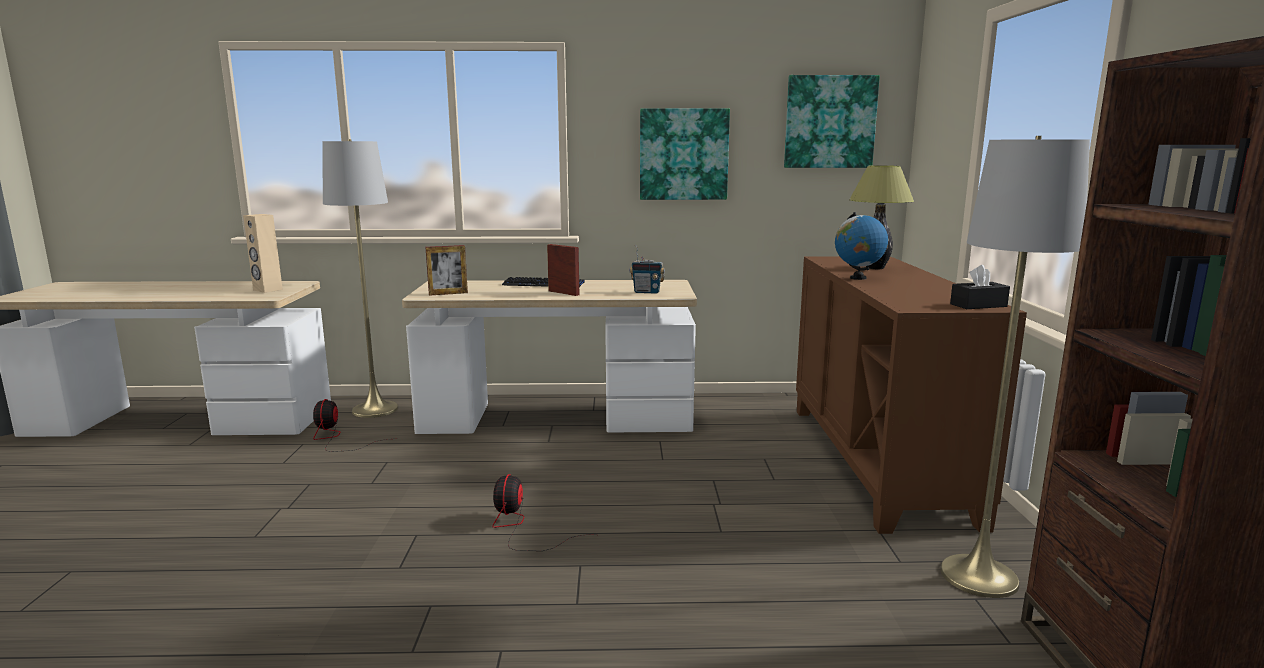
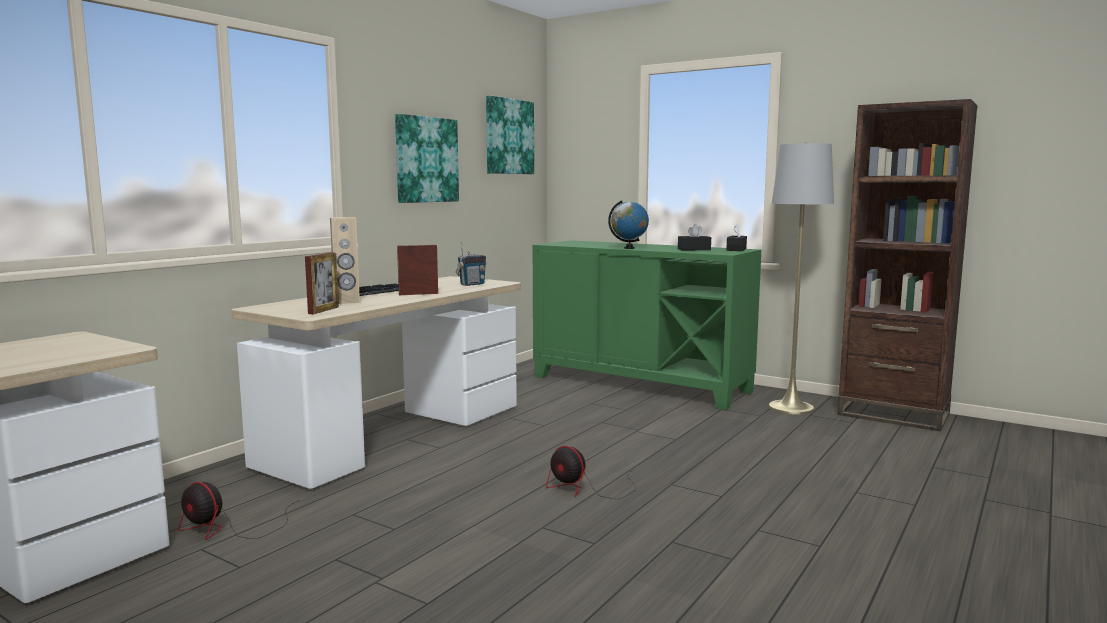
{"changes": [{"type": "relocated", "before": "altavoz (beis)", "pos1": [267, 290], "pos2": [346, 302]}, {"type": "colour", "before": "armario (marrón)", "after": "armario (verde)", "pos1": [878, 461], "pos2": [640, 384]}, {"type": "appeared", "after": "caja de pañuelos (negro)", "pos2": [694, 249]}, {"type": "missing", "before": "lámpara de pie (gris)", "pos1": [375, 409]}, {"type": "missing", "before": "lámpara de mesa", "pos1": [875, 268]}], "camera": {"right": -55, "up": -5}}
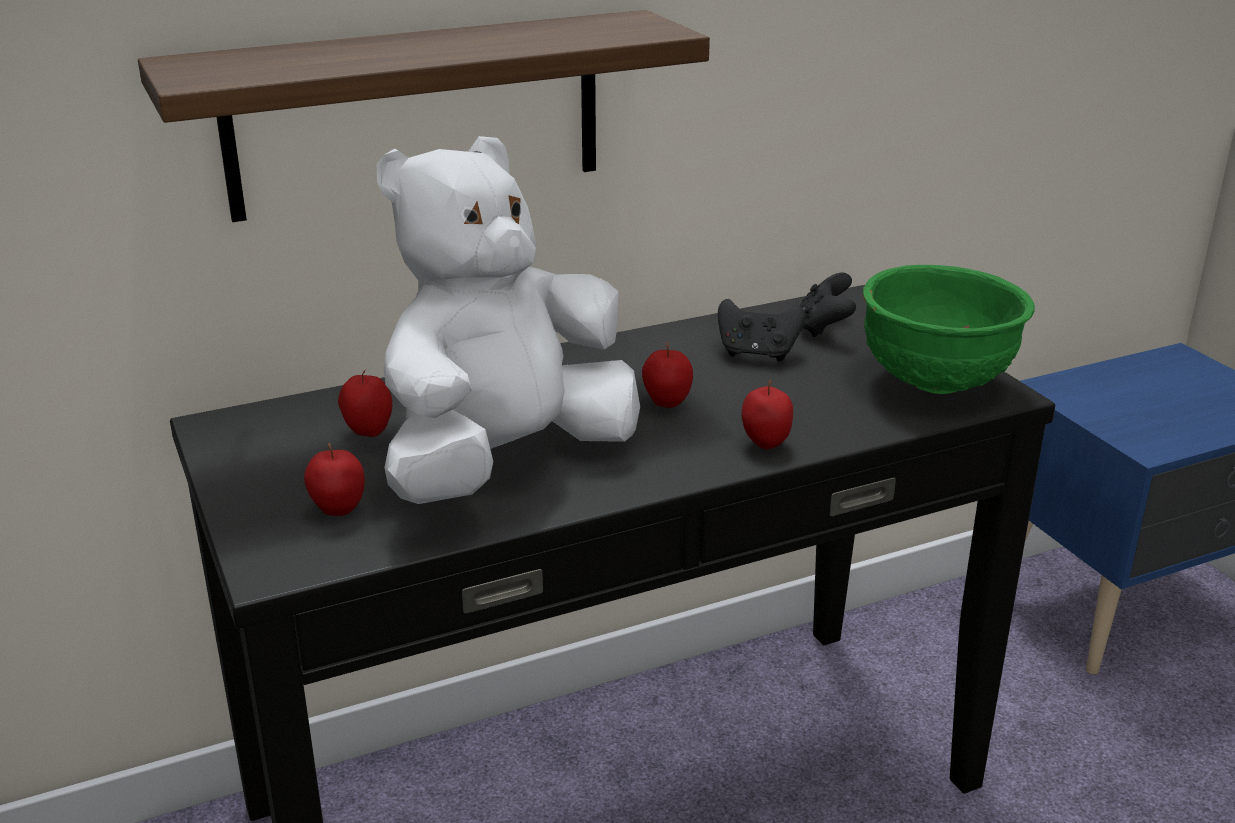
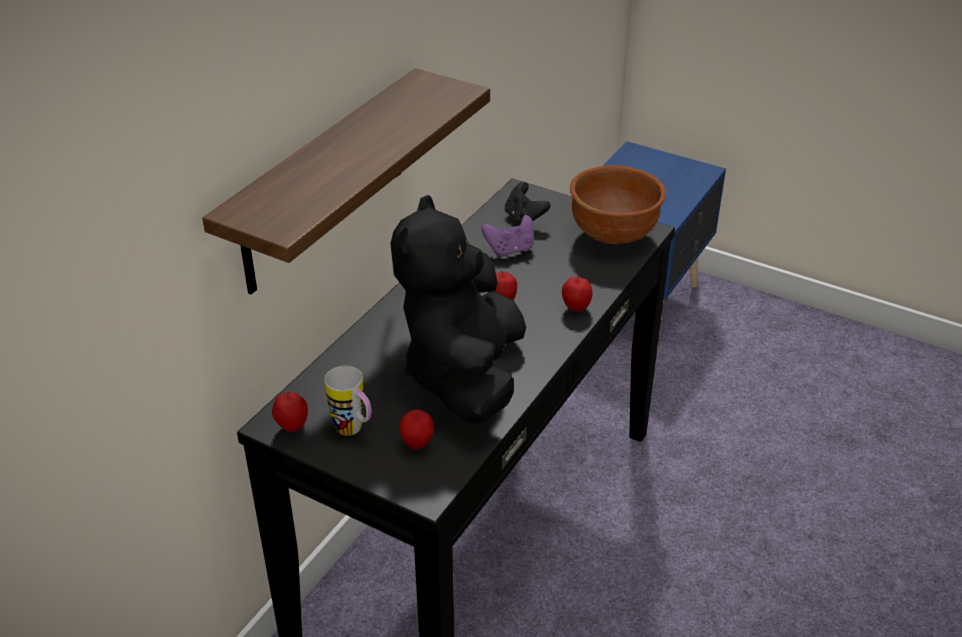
{"changes": [{"type": "relocated", "before": "manzana", "pos1": [368, 432], "pos2": [292, 427]}, {"type": "appeared", "after": "taza grande", "pos2": [354, 431]}, {"type": "colour", "before": "peluche (blanco)", "after": "peluche (negro)", "pos1": [505, 462], "pos2": [464, 376]}, {"type": "colour", "before": "mando de consola (negro)", "after": "mando de consola (morado)", "pos1": [757, 353], "pos2": [510, 250]}, {"type": "colour", "before": "cuenco (verde)", "after": "cuenco (marrón)", "pos1": [938, 384], "pos2": [614, 236]}], "camera": {"right": -35, "up": 10}}
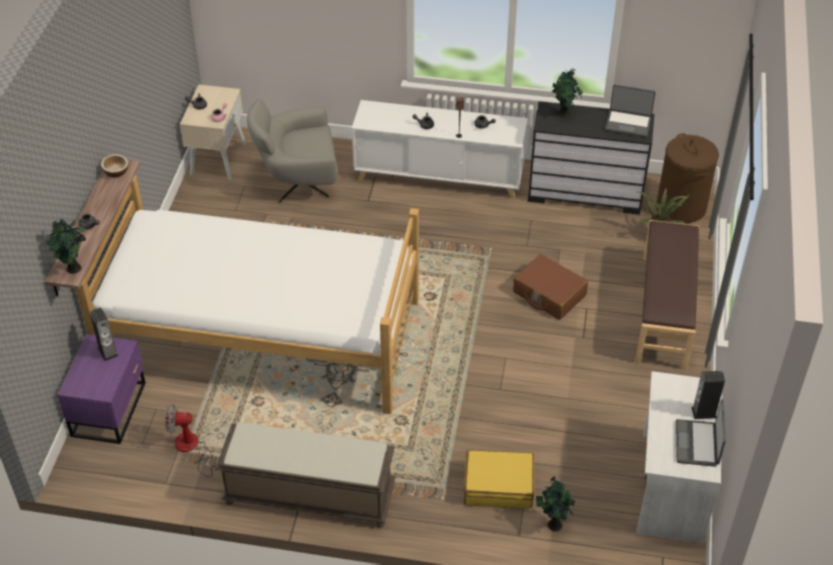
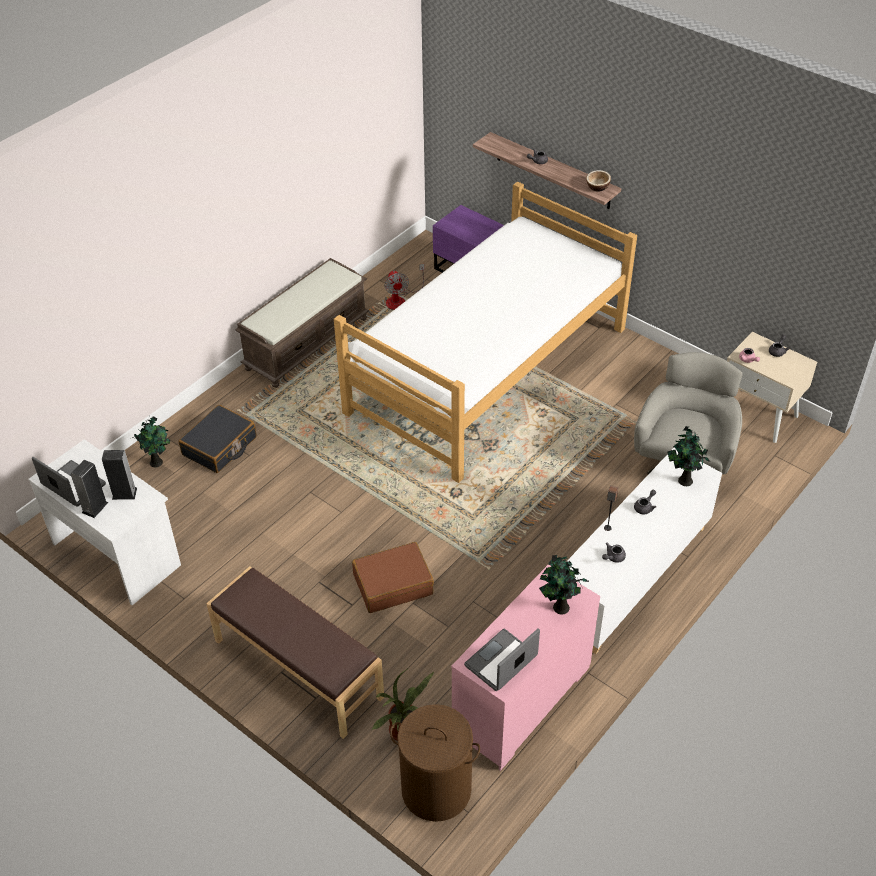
{"changes": [{"type": "relocated", "before": "altavoz", "pos1": [108, 351], "pos2": [124, 493]}, {"type": "colour", "before": "maleta (amarillo)", "after": "maleta (negro)", "pos1": [498, 485], "pos2": [220, 446]}, {"type": "spun", "before": "ventilador", "pos1": [191, 448], "pos2": [400, 300], "turn": 135}, {"type": "colour", "before": "cómoda (negro)", "after": "cómoda (rosa)", "pos1": [585, 192], "pos2": [522, 702]}, {"type": "relocated", "before": "planta en maceta", "pos1": [74, 269], "pos2": [684, 480]}], "camera": {"right": 120, "up": 0}}
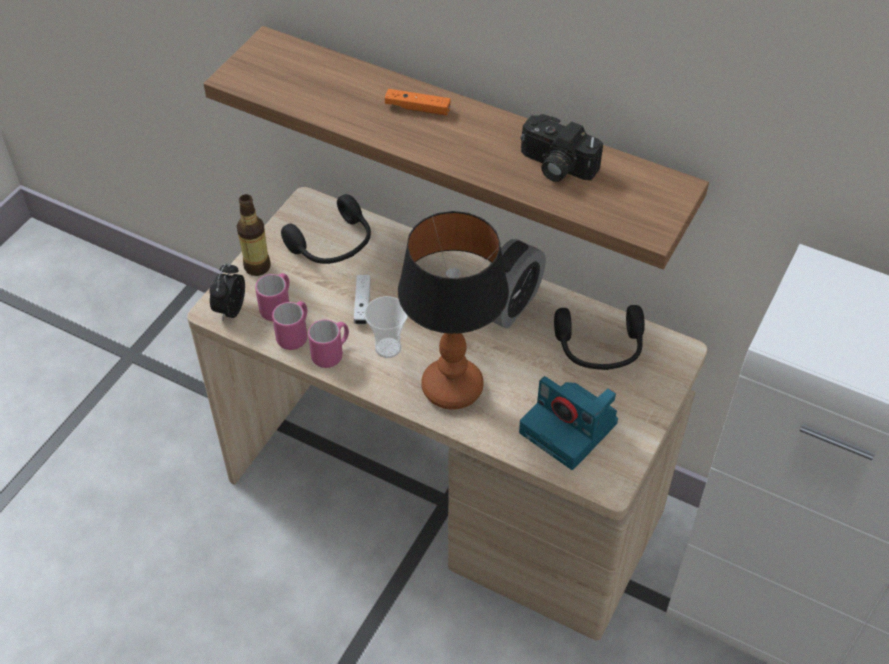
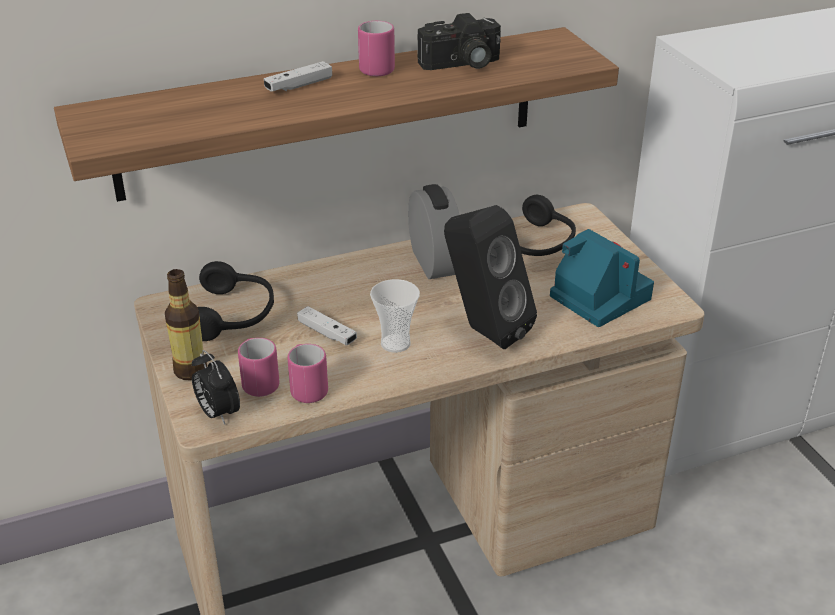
{"changes": [{"type": "colour", "before": "mando de consola (naranja)", "after": "mando de consola (blanco)", "pos1": [417, 108], "pos2": [299, 85]}, {"type": "relocated", "before": "taza grande (rosa)", "pos1": [332, 353], "pos2": [376, 68]}, {"type": "exchanged", "before": "lámpara de mesa", "after": "altavoz (negro)", "pos1": [453, 386], "pos2": [483, 331]}, {"type": "spun", "before": "cámara", "pos1": [570, 428], "pos2": [597, 296], "turn": -120}], "camera": {"right": -50, "up": -15}}
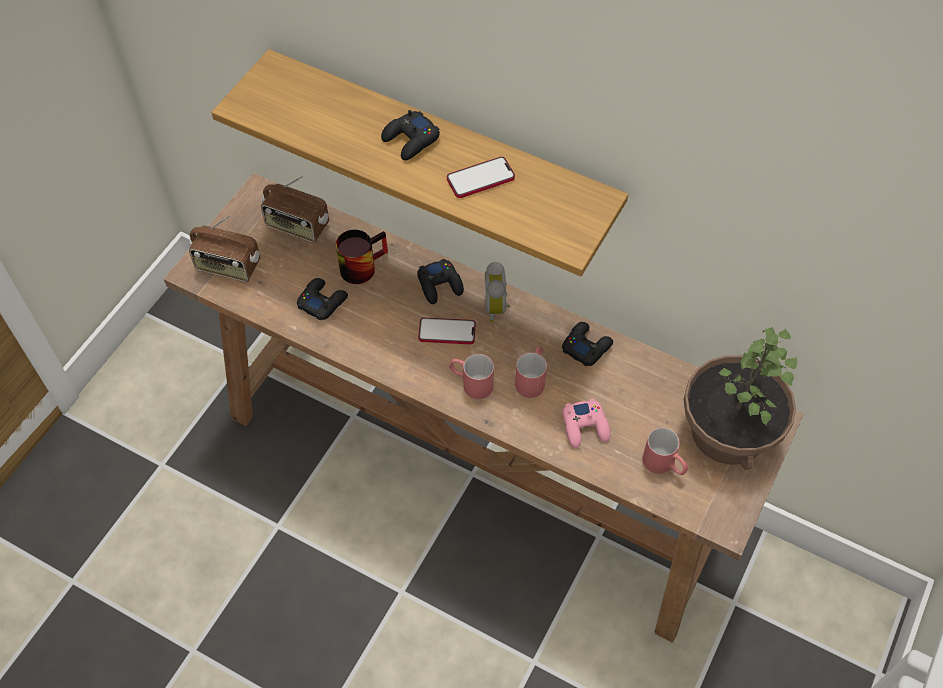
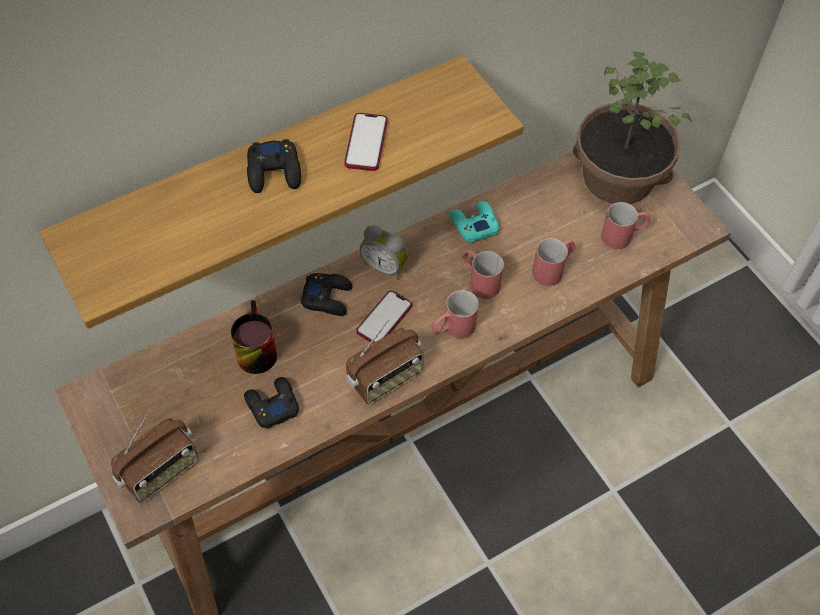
{"changes": [{"type": "relocated", "before": "radio", "pos1": [297, 226], "pos2": [385, 378]}, {"type": "colour", "before": "mando de consola (negro)", "after": "mando de consola (turquesa)", "pos1": [586, 346], "pos2": [473, 225]}, {"type": "exchanged", "before": "mando de consola (rosa)", "after": "taza grande (rojo)", "pos1": [585, 427], "pos2": [553, 269]}], "camera": {"right": -60, "up": 0}}
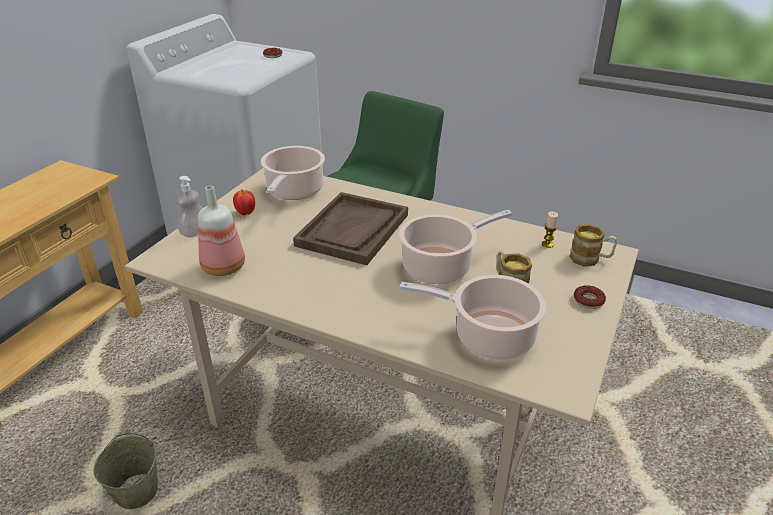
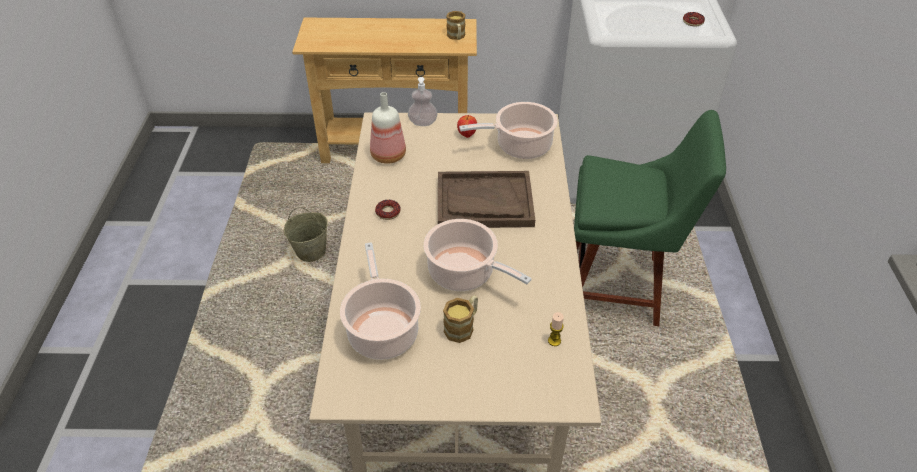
{"changes": [{"type": "relocated", "before": "rosquilla", "pos1": [588, 300], "pos2": [388, 212]}, {"type": "relocated", "before": "taza grande", "pos1": [590, 259], "pos2": [456, 37]}], "camera": {"right": 65, "up": 10}}
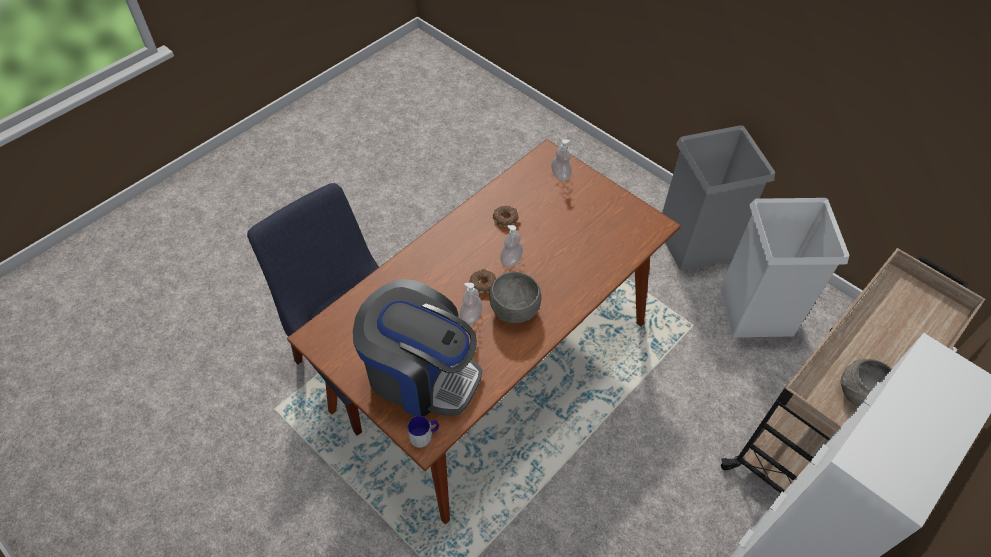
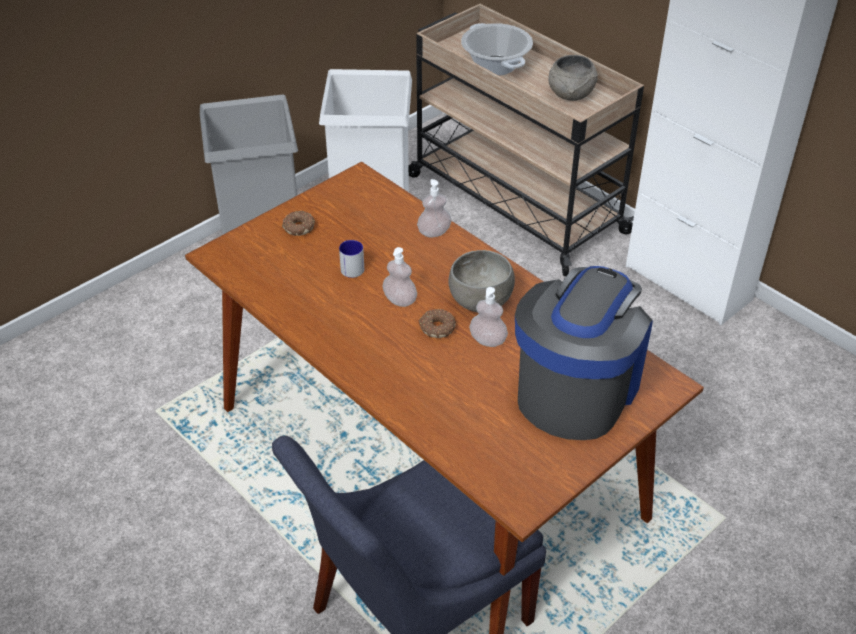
{"changes": [{"type": "relocated", "before": "rosquilla", "pos1": [506, 218], "pos2": [298, 227]}, {"type": "relocated", "before": "taza grande", "pos1": [424, 435], "pos2": [351, 266]}, {"type": "relocated", "before": "dispensador de jabón", "pos1": [560, 175], "pos2": [434, 232]}, {"type": "appeared", "after": "olla", "pos2": [495, 66]}], "camera": {"right": -85, "up": -10}}
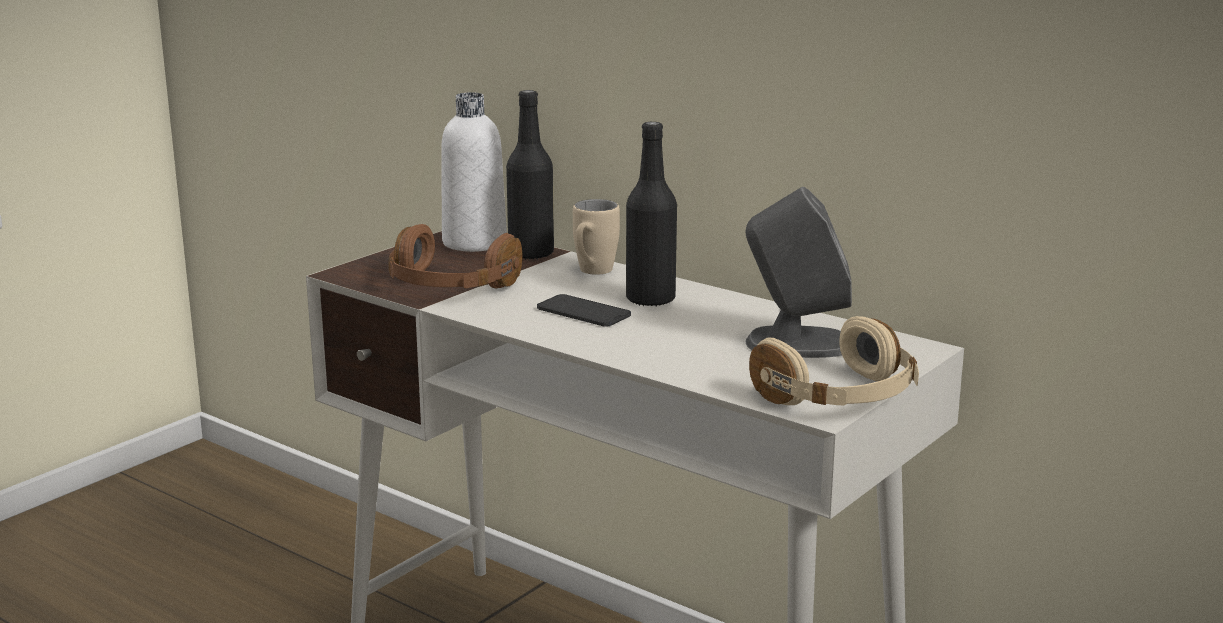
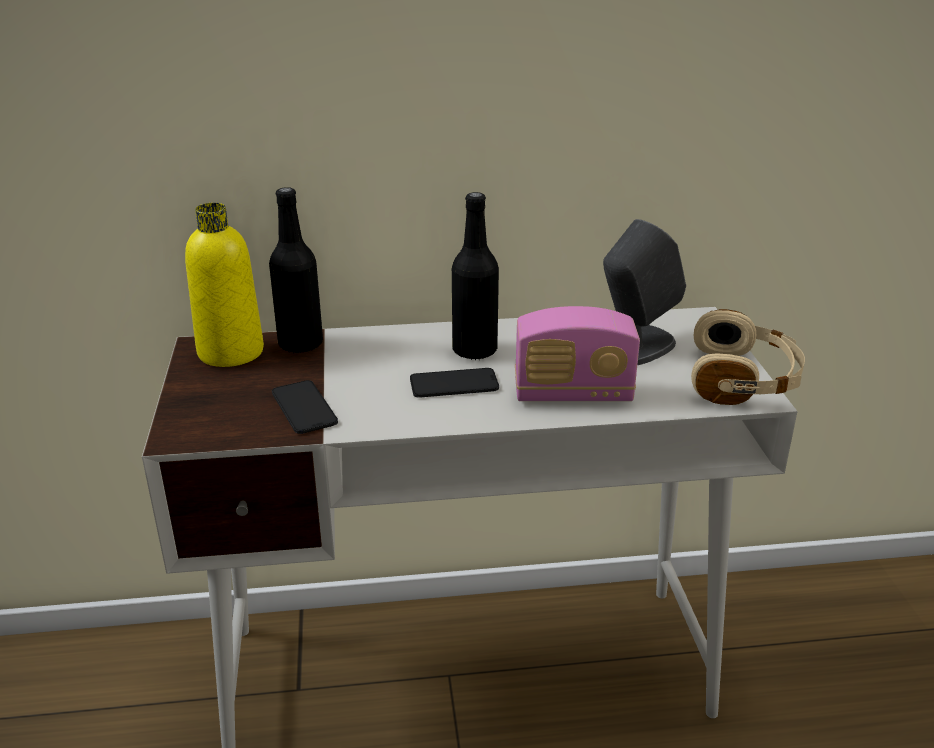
{"changes": [{"type": "colour", "before": "botella (blanco)", "after": "botella (amarillo)", "pos1": [474, 243], "pos2": [231, 352]}, {"type": "exchanged", "before": "auriculares (marrón)", "after": "móvil", "pos1": [450, 287], "pos2": [304, 407]}, {"type": "appeared", "after": "radio", "pos2": [573, 394]}, {"type": "missing", "before": "taza grande (beis)", "pos1": [592, 273]}], "camera": {"right": -45, "up": 10}}
